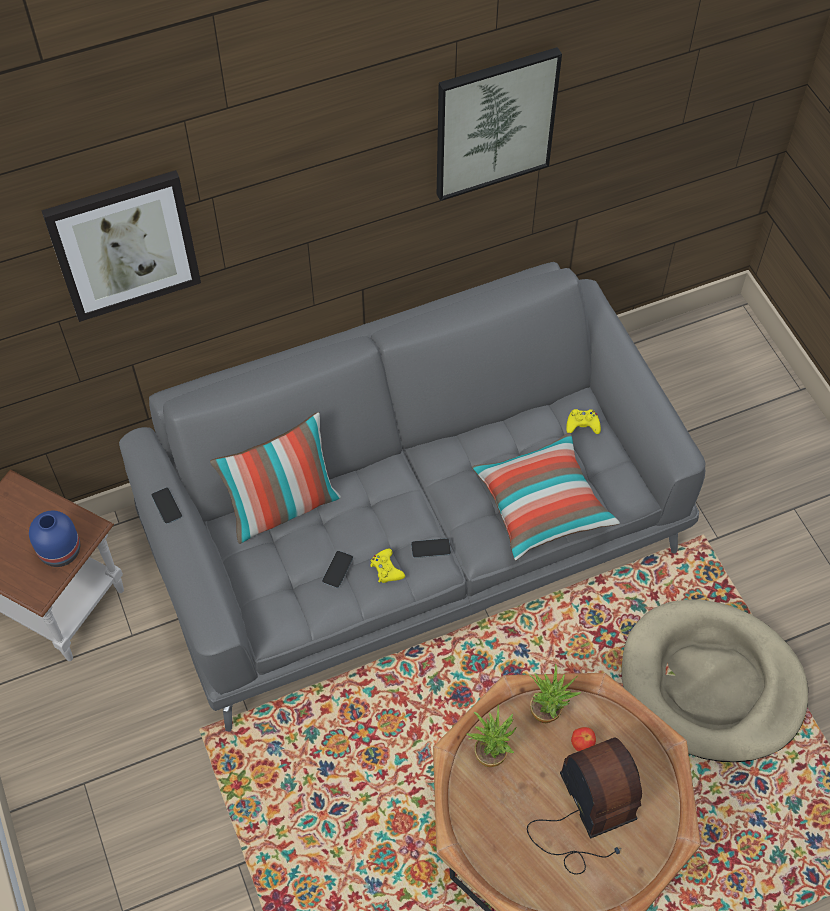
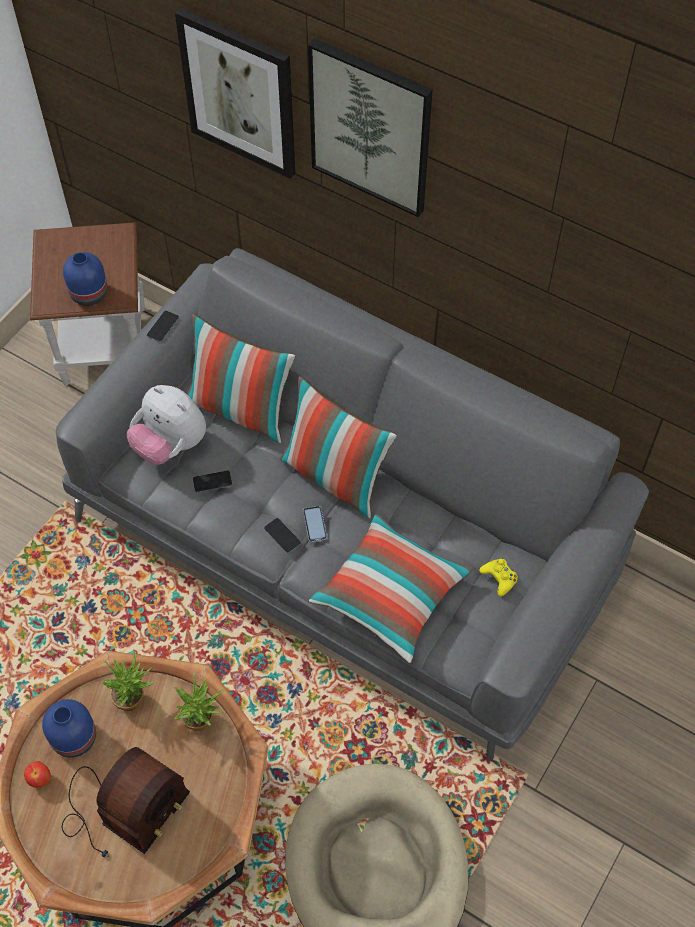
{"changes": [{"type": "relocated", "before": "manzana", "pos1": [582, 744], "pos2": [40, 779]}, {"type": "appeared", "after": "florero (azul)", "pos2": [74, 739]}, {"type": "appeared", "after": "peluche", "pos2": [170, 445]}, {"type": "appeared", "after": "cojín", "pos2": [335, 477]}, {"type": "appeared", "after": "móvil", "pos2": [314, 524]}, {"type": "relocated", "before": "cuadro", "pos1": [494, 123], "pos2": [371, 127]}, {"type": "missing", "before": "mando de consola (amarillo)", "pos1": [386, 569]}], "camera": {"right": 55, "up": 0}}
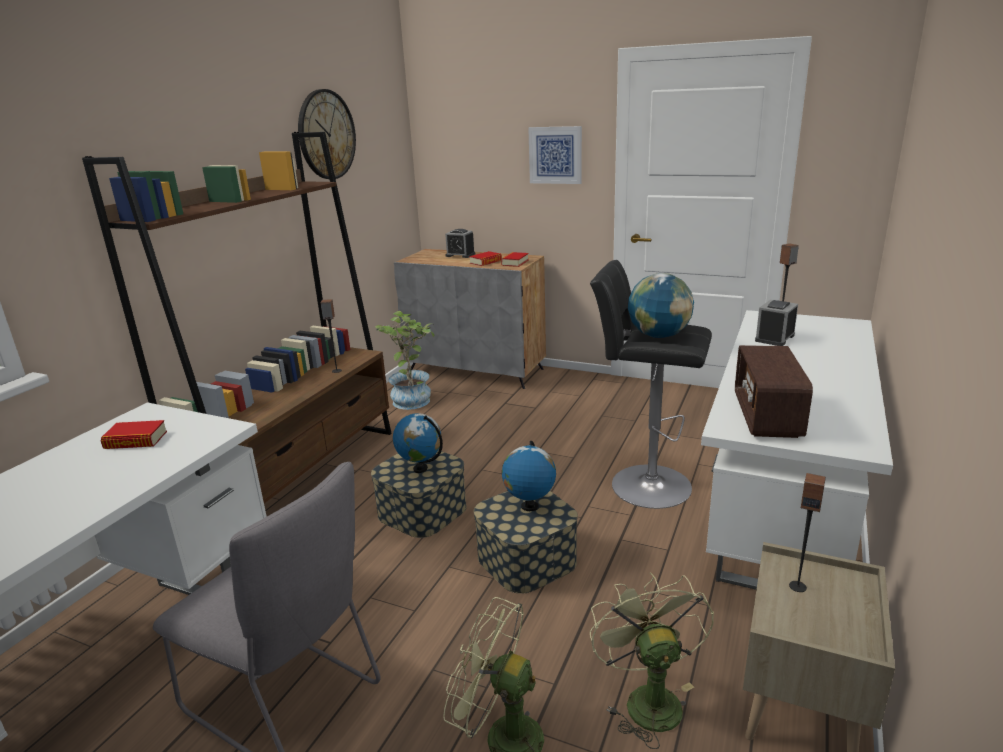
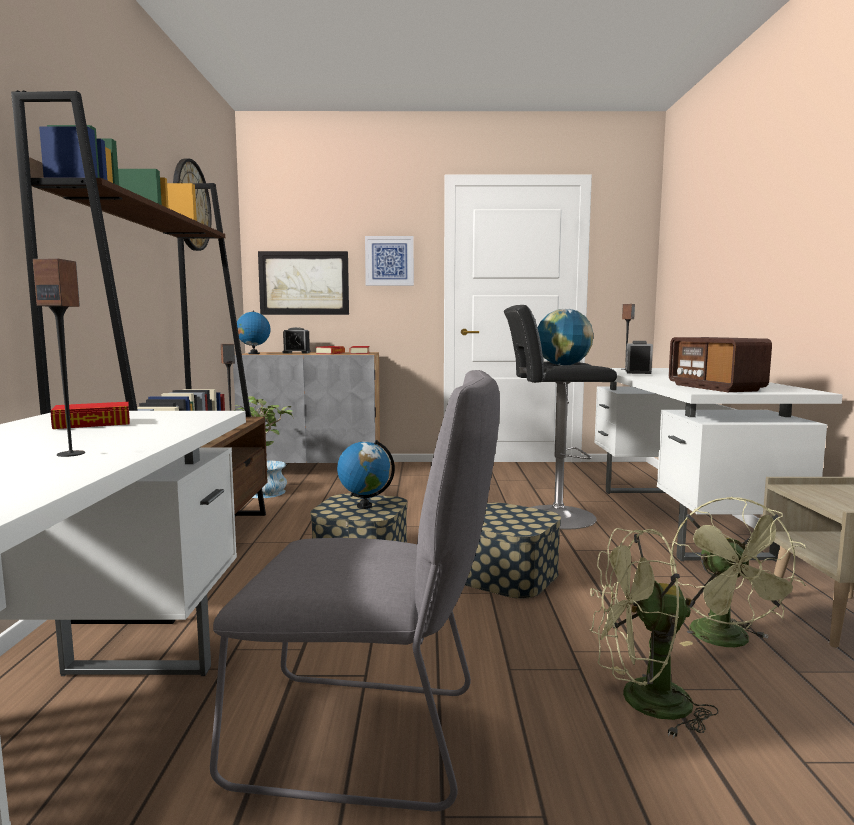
{"changes": [{"type": "relocated", "before": "altavoz", "pos1": [797, 586], "pos2": [71, 454]}, {"type": "relocated", "before": "globo terráqueo", "pos1": [529, 506], "pos2": [253, 354]}, {"type": "appeared", "after": "cuadro", "pos2": [304, 283]}, {"type": "spun", "before": "ventilador (verde)", "pos1": [647, 698], "pos2": [728, 641], "turn": -150}], "camera": {"right": -25, "up": -15}}
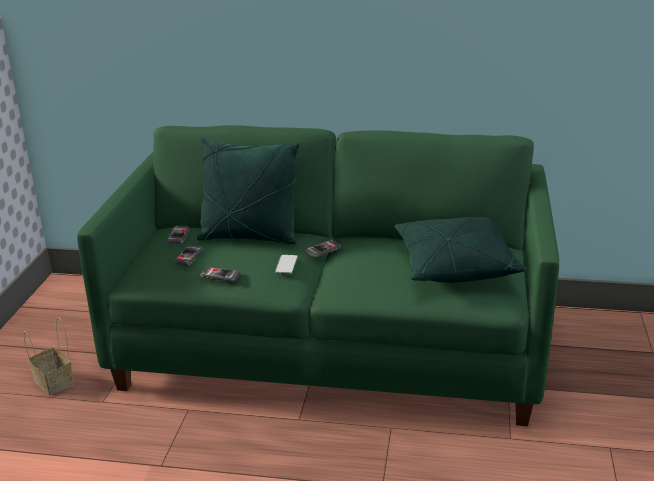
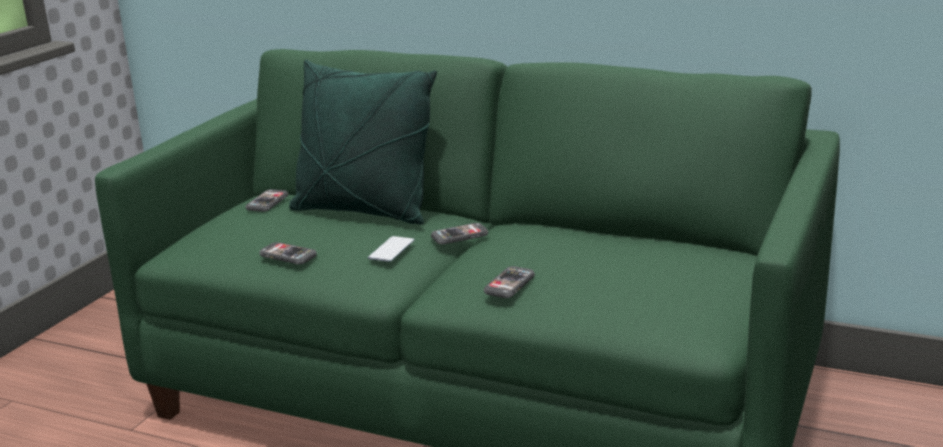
{"changes": [{"type": "relocated", "before": "móvil", "pos1": [188, 256], "pos2": [509, 284]}, {"type": "missing", "before": "cesta", "pos1": [55, 382]}, {"type": "missing", "before": "cojín (verde)", "pos1": [454, 266]}], "camera": {"right": 15, "up": -5}}
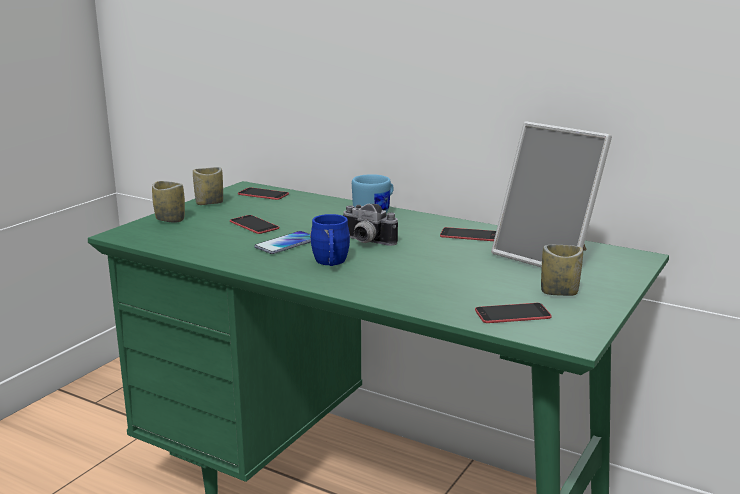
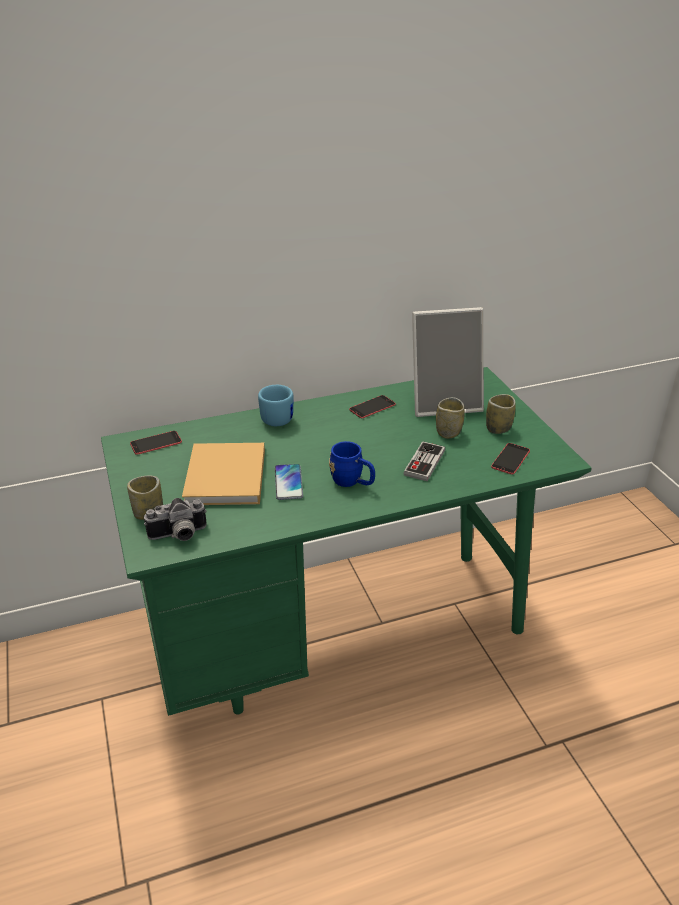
{"changes": [{"type": "relocated", "before": "cámara", "pos1": [365, 242], "pos2": [179, 536]}, {"type": "exchanged", "before": "móvil", "after": "libro (beis)", "pos1": [254, 225], "pos2": [225, 479]}, {"type": "appeared", "after": "mando de consola", "pos2": [424, 463]}, {"type": "relocated", "before": "taza", "pos1": [209, 203], "pos2": [448, 432]}], "camera": {"right": -50, "up": 15}}
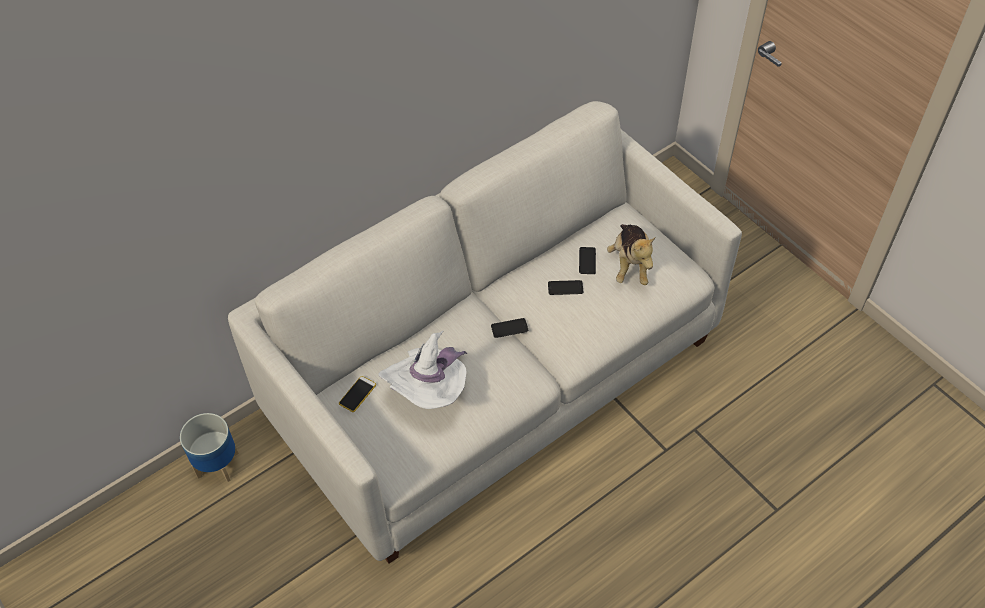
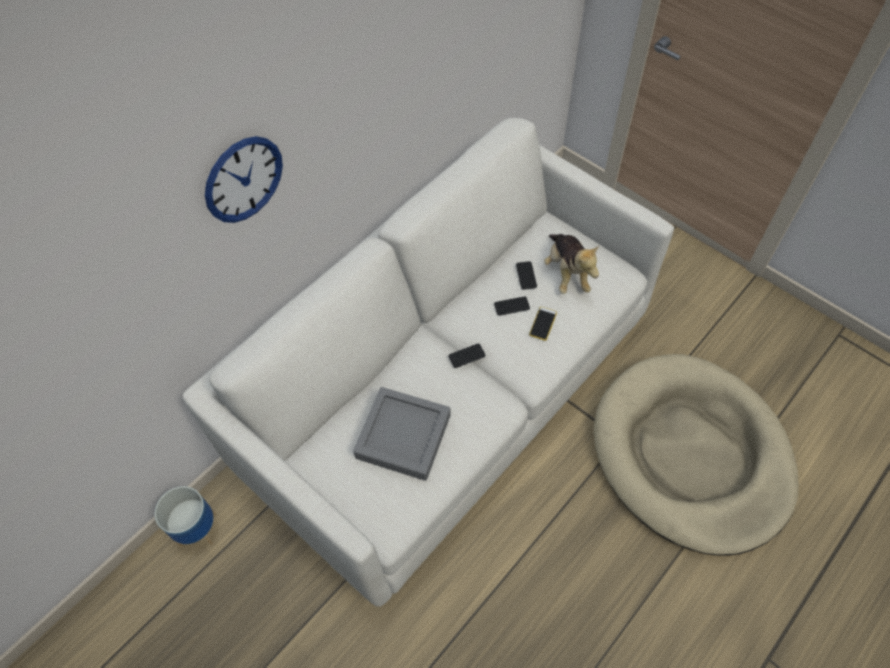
{"changes": [{"type": "appeared", "after": "reloj de pared", "pos2": [243, 179]}, {"type": "exchanged", "before": "sombrero (blanco)", "after": "bandeja (gris)", "pos1": [430, 392], "pos2": [403, 436]}, {"type": "relocated", "before": "móvil", "pos1": [357, 394], "pos2": [543, 324]}, {"type": "appeared", "after": "cama para perro (beis)", "pos2": [691, 455]}], "camera": {"right": -10, "up": 5}}
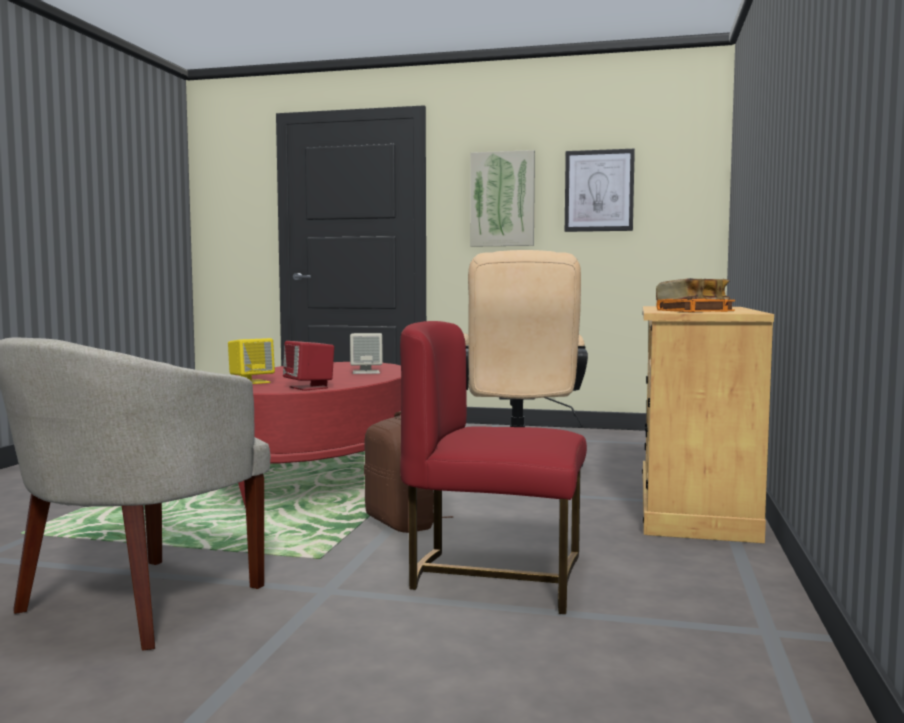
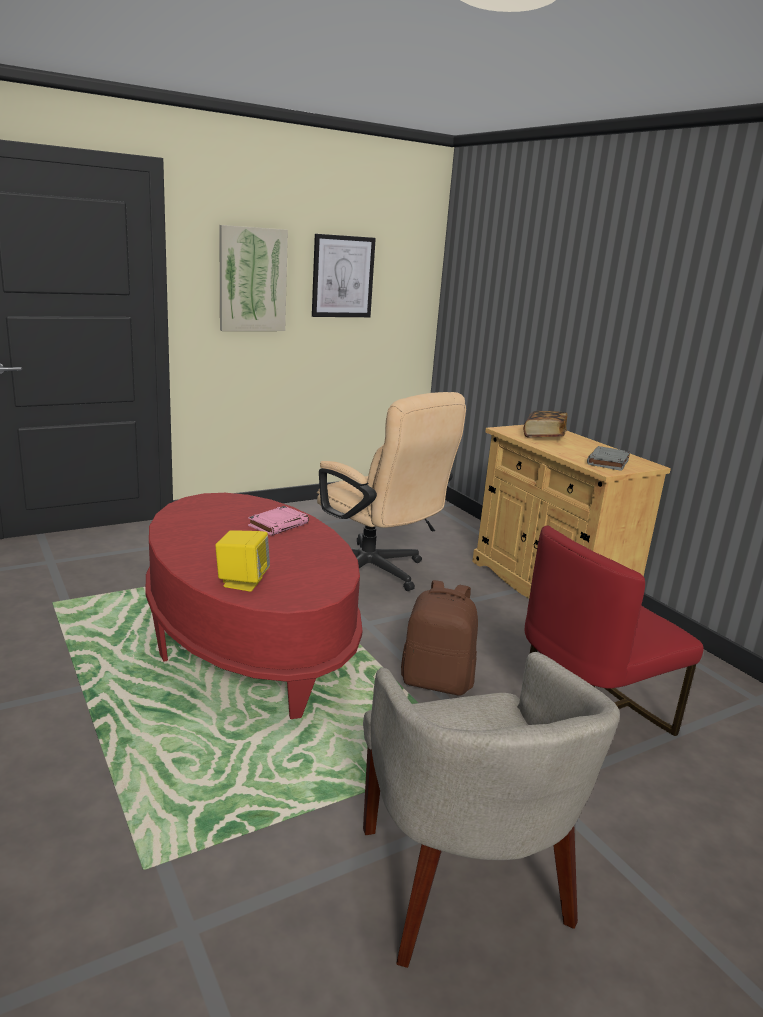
{"changes": [{"type": "exchanged", "before": "altavoz (beis)", "after": "libro (rosa)", "pos1": [366, 372], "pos2": [278, 524]}, {"type": "colour", "before": "libro (naranja)", "after": "libro (gris)", "pos1": [694, 311], "pos2": [608, 462]}, {"type": "missing", "before": "altavoz (rojo)", "pos1": [309, 387]}], "camera": {"right": -45, "up": 15}}
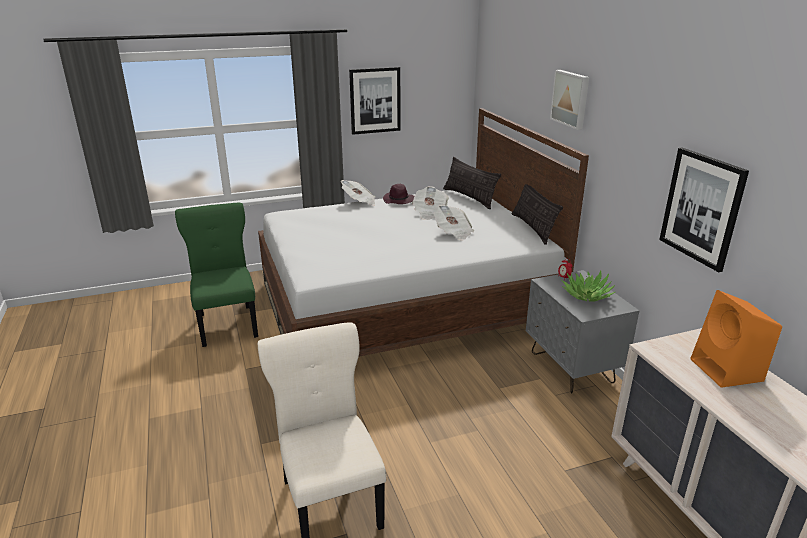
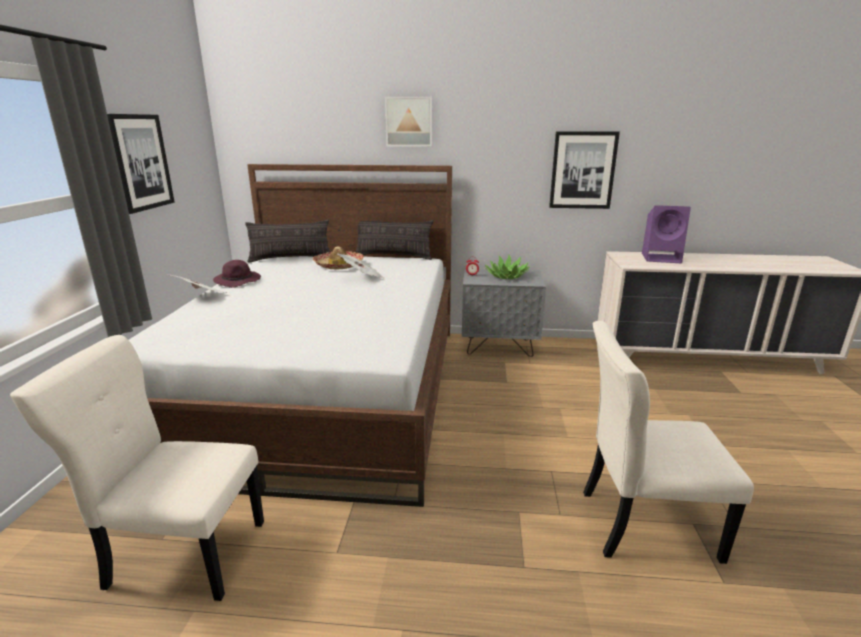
{"changes": [{"type": "colour", "before": "silla (verde)", "after": "silla (beis)", "pos1": [228, 324], "pos2": [182, 552]}, {"type": "appeared", "after": "sombrero", "pos2": [338, 265]}, {"type": "colour", "before": "altavoz (naranja)", "after": "altavoz (morado)", "pos1": [728, 371], "pos2": [662, 258]}, {"type": "missing", "before": "periódico", "pos1": [429, 213]}], "camera": {"right": -65, "up": -5}}
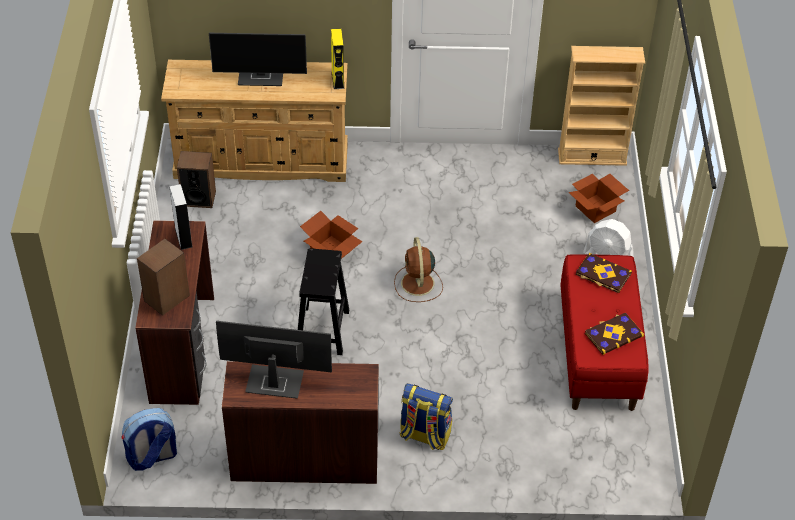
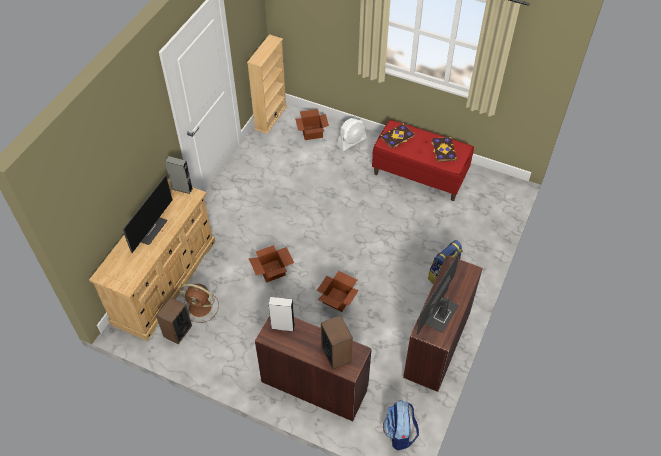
{"changes": [{"type": "colour", "before": "altavoz (amarillo)", "after": "altavoz (gris)", "pos1": [338, 80], "pos2": [182, 188]}, {"type": "relocated", "before": "ventilador (marrón)", "pos1": [418, 284], "pos2": [201, 308]}, {"type": "exchanged", "before": "taburete (negro)", "after": "caja de cartón", "pos1": [323, 331], "pos2": [338, 299]}], "camera": {"right": -65, "up": 5}}
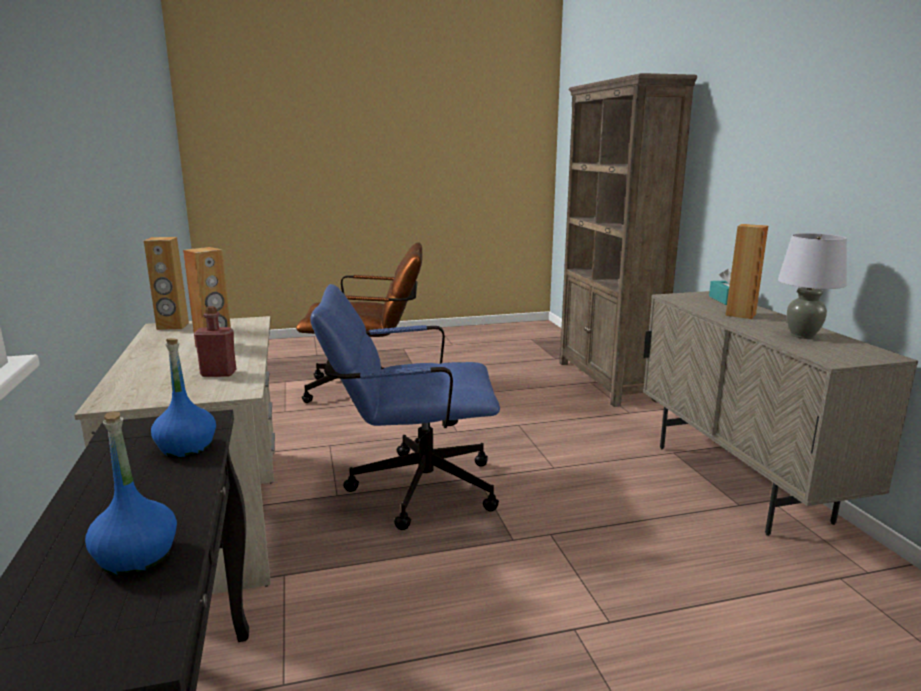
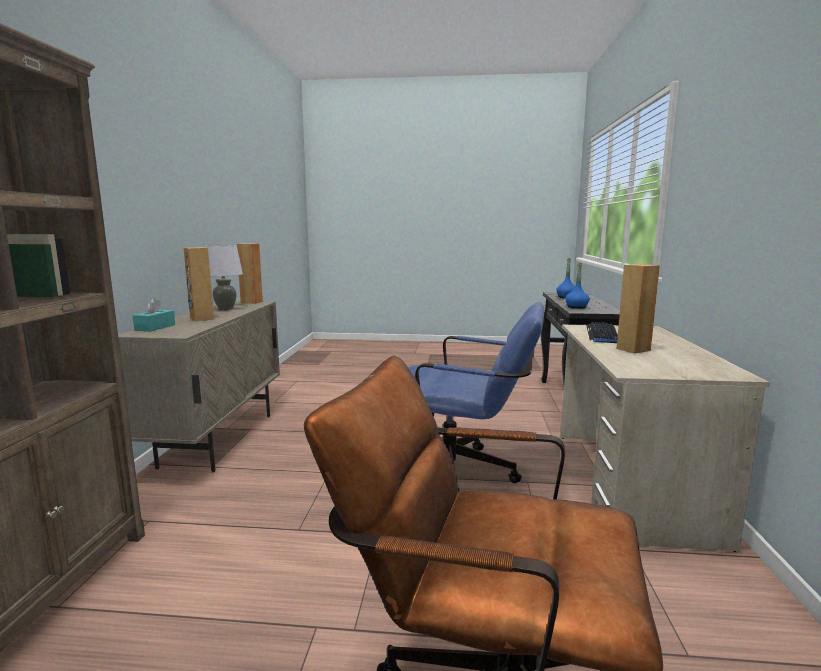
{"changes": [{"type": "relocated", "before": "altavoz (marrón)", "pos1": [172, 326], "pos2": [252, 302]}, {"type": "exchanged", "before": "botella (rojo)", "after": "teclado", "pos1": [218, 373], "pos2": [602, 334]}], "camera": {"right": -160, "up": -5}}
